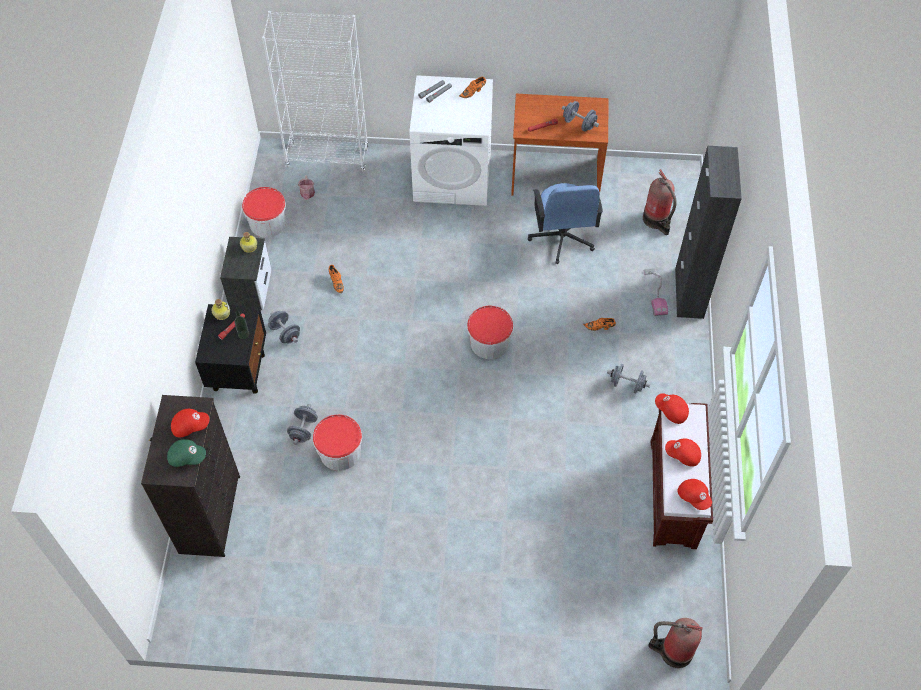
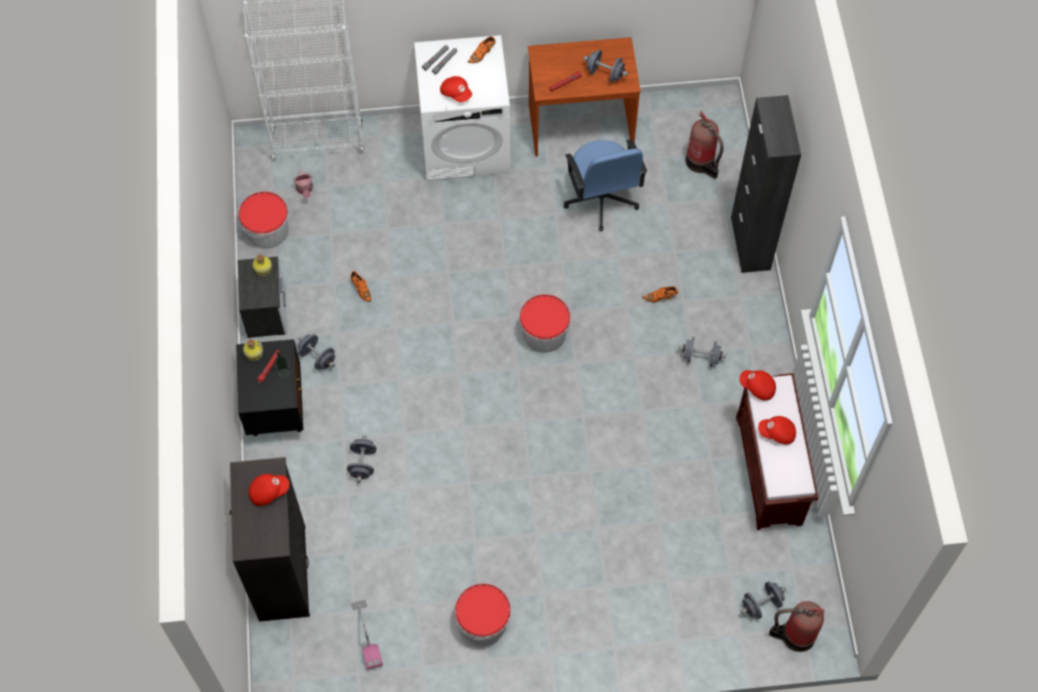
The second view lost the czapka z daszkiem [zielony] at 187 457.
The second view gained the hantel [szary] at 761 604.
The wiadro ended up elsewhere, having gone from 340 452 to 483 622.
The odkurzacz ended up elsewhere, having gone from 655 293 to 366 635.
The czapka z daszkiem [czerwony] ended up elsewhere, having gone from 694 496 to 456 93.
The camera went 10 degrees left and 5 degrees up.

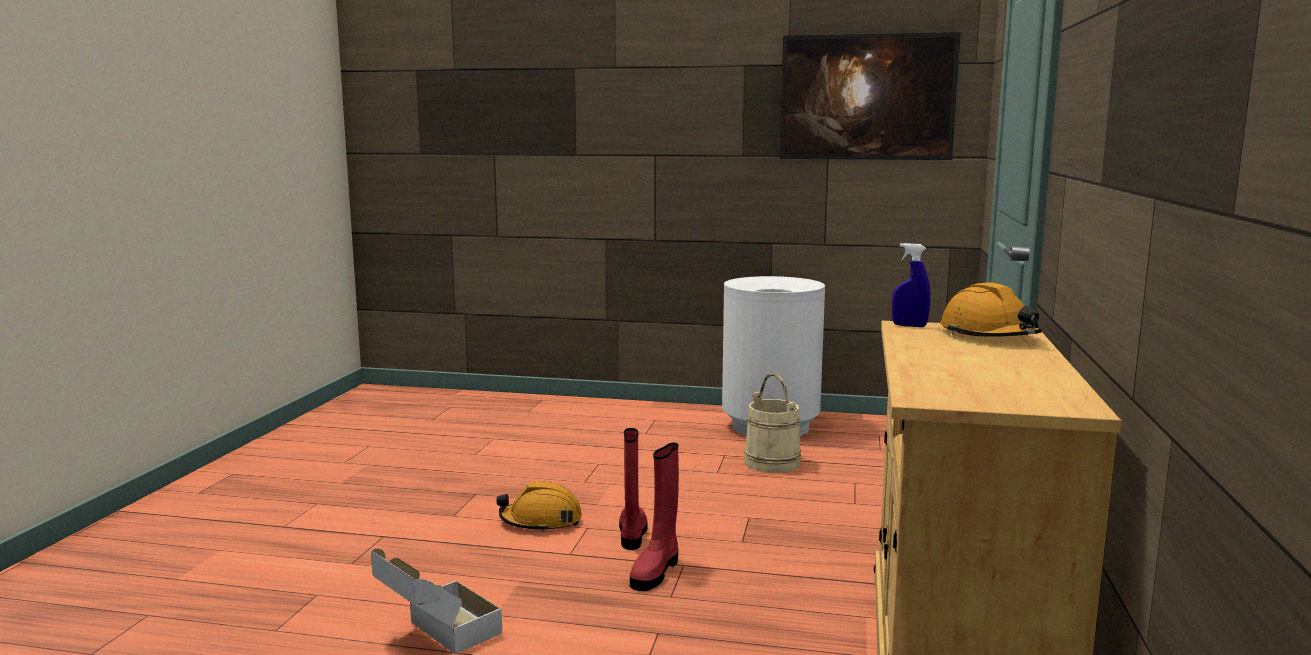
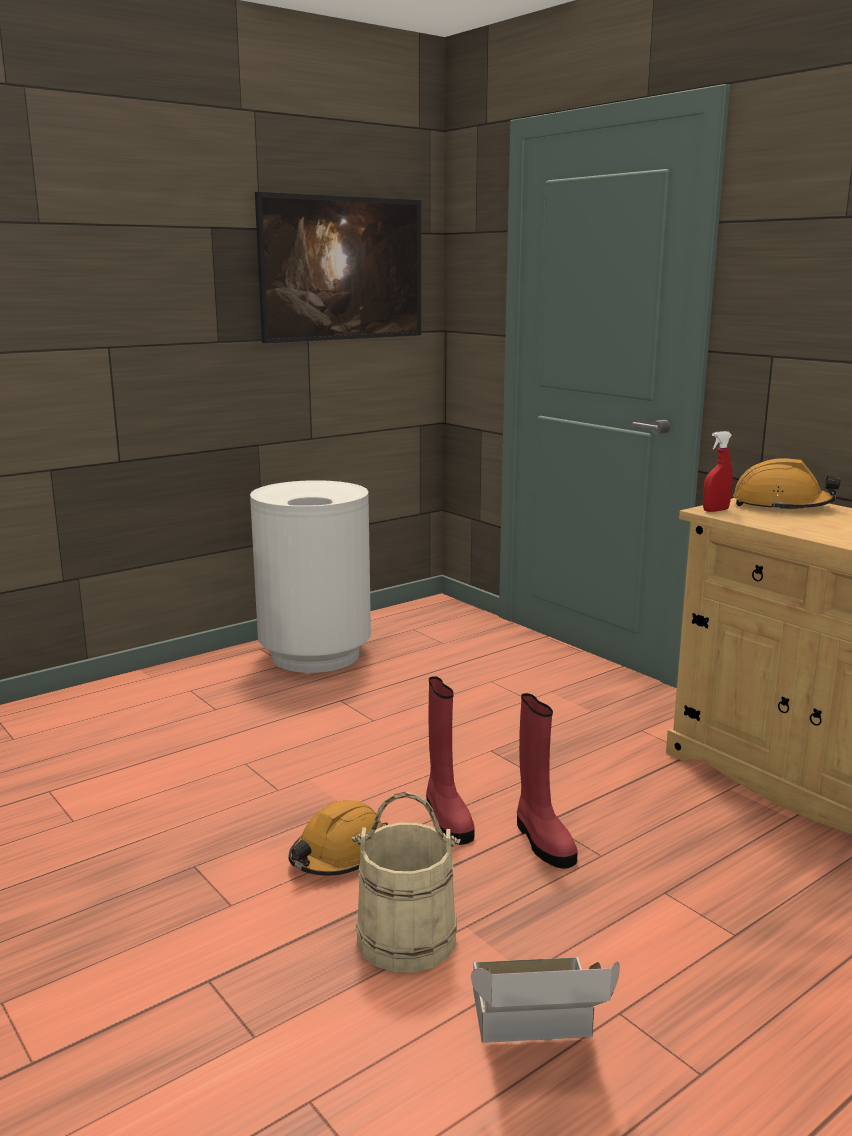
The wiadro [beżowy] ended up elsewhere, having gone from 772 462 to 406 937.
What was the spryskiwacz [niebieski] at 909 325 turned into the spryskiwacz [czerwony] at 715 510.
The but z cholewką [czerwony] at 632 534 ended up facing another way, 150 degrees counterclockwise from before.
The camera went 50 degrees left and 5 degrees up.

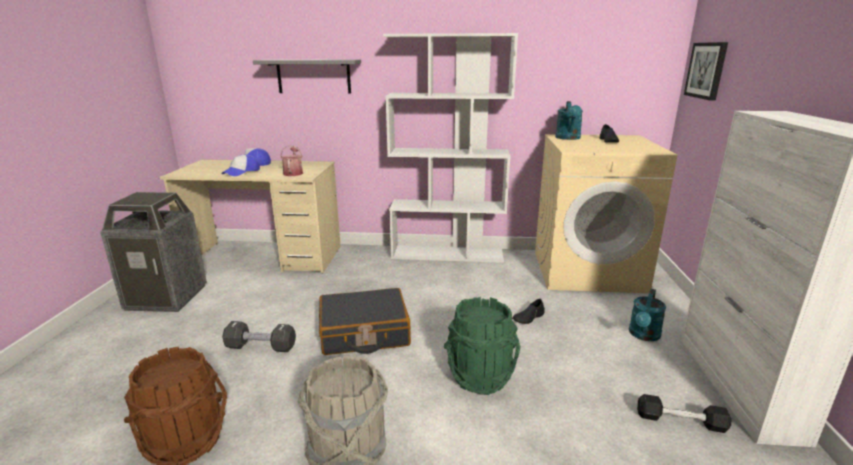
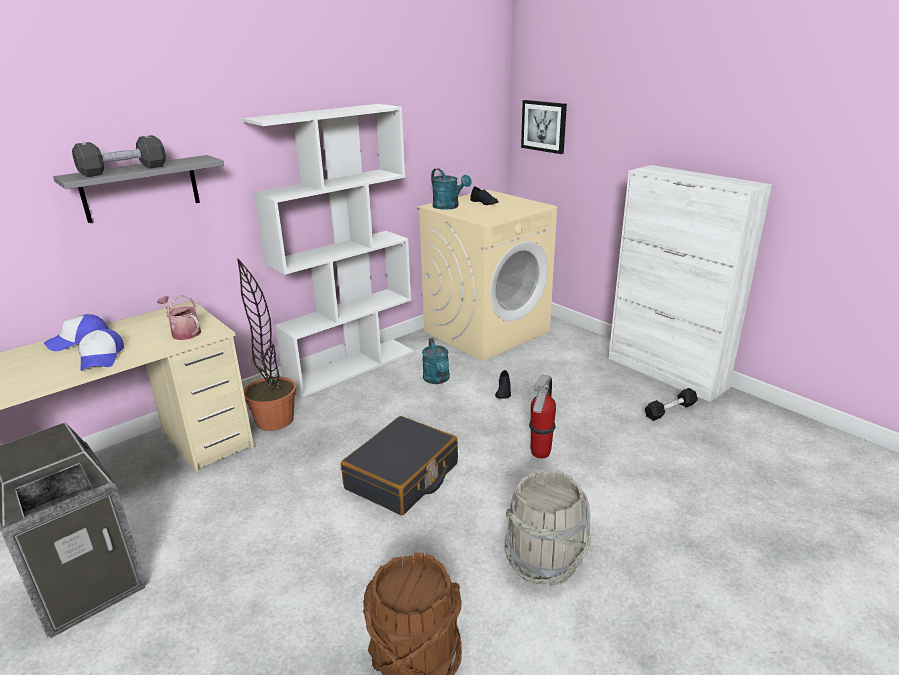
The second view gained the roślina doniczkowa at 274 420.
The hantel [czarny] ended up elsewhere, having gone from 261 347 to 124 170.
The konewka [turkusowy] ended up elsewhere, having gone from 643 335 to 437 380.
Where the wiadro [zielony] stood at 480 376, the gaśnica came to stand at 540 453.
The camera went 45 degrees left and 5 degrees up.

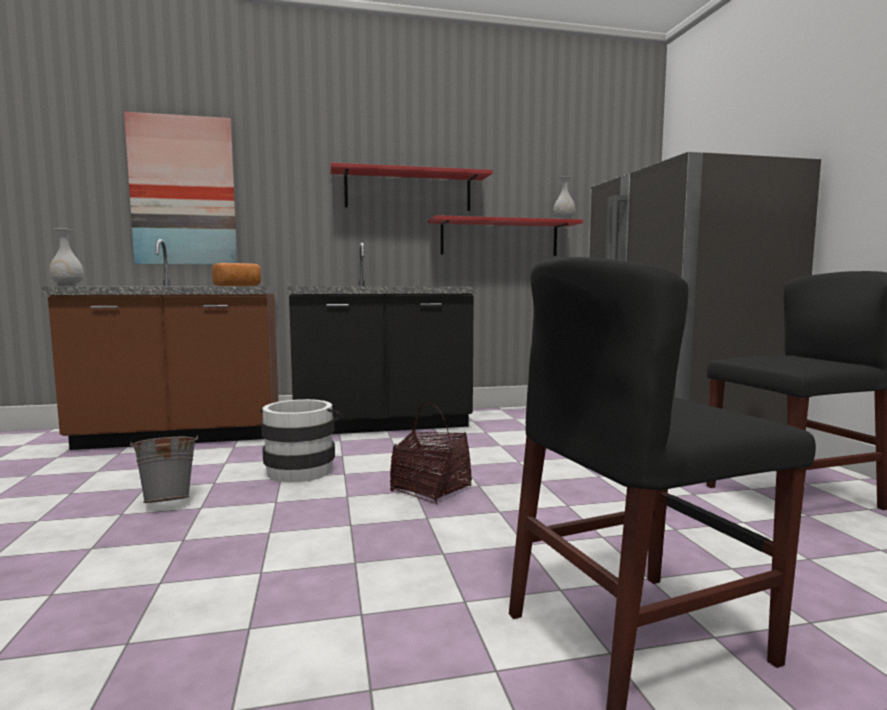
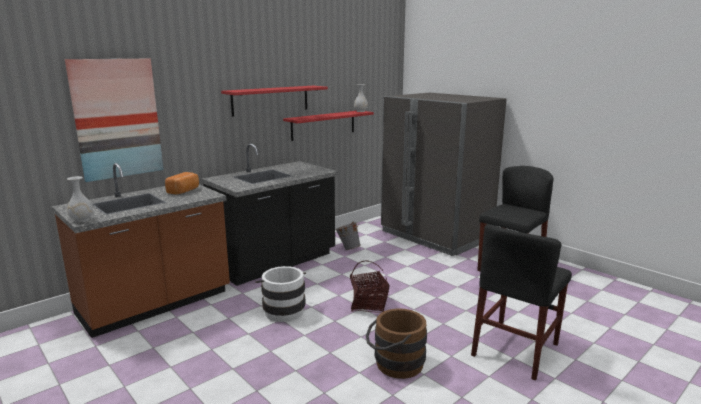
The second view gained the wiadro [brązowy] at 394 364.
The wiadro [szary] ended up elsewhere, having gone from 169 501 to 348 248.
The camera went 30 degrees left and 10 degrees up.

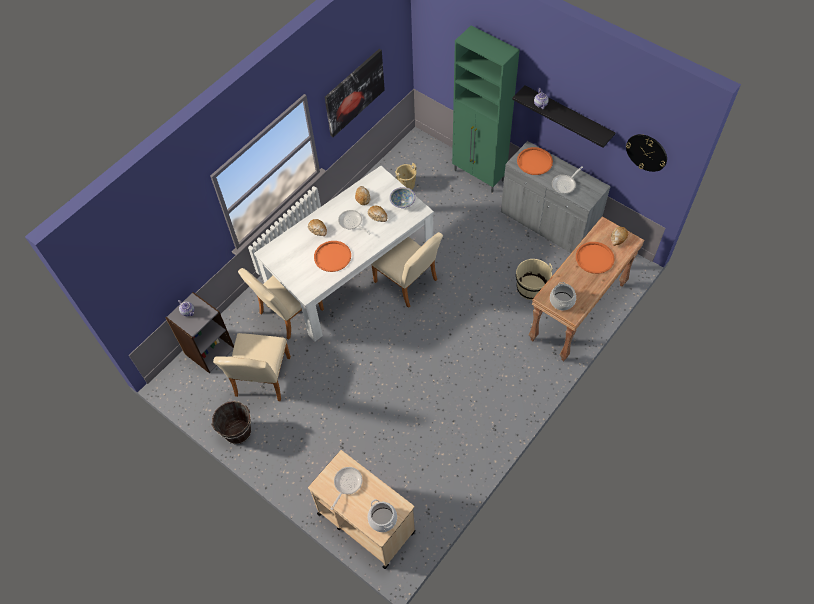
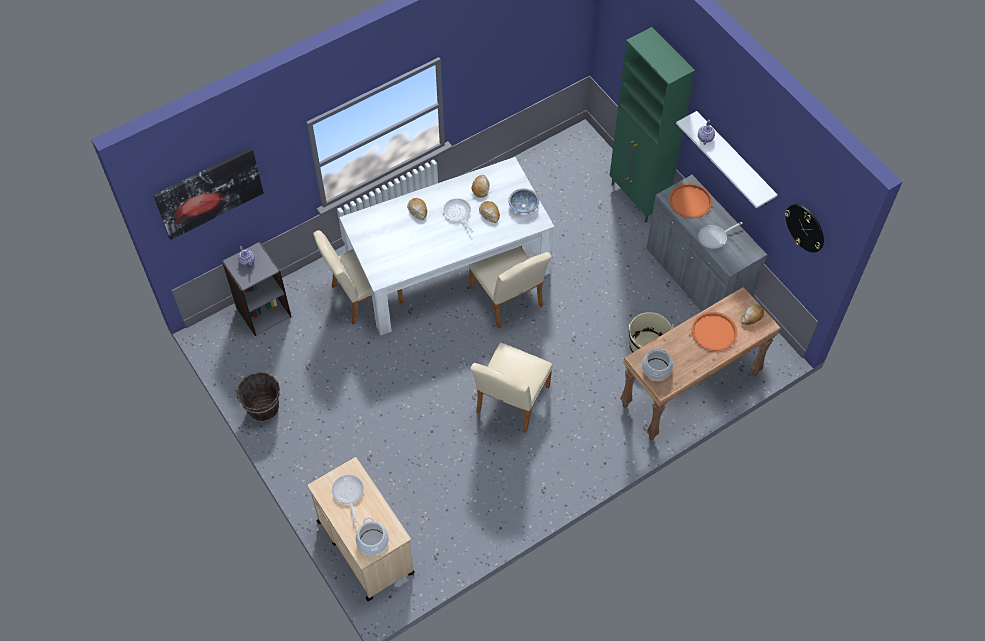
The second view lost the taca [pomarańczowy] at 332 256.
The second view lost the wiadro [beżowy] at 406 184.
The krzesło [beżowy] ended up elsewhere, having gone from 261 380 to 510 403.
The obraz ended up elsewhere, having gone from 354 92 to 209 192.
What was the półka [czarny] at 567 116 turned into the półka [biały] at 734 160.
The patelnia at 346 484 ended up facing another way, 60 degrees counterclockwise from before.
The camera went 15 degrees right and 0 degrees up.

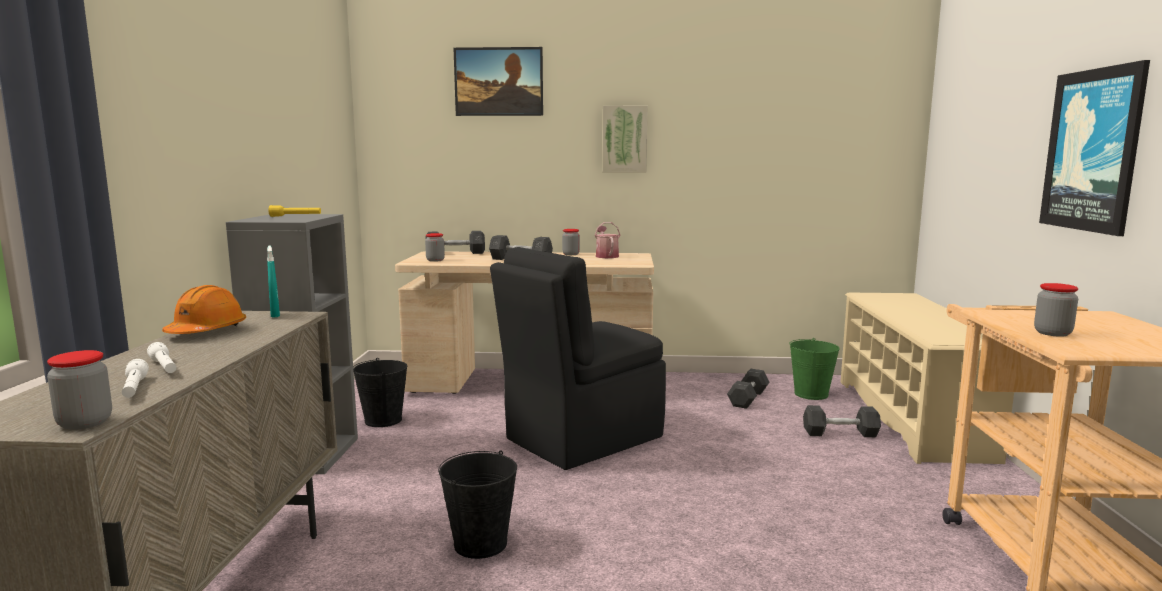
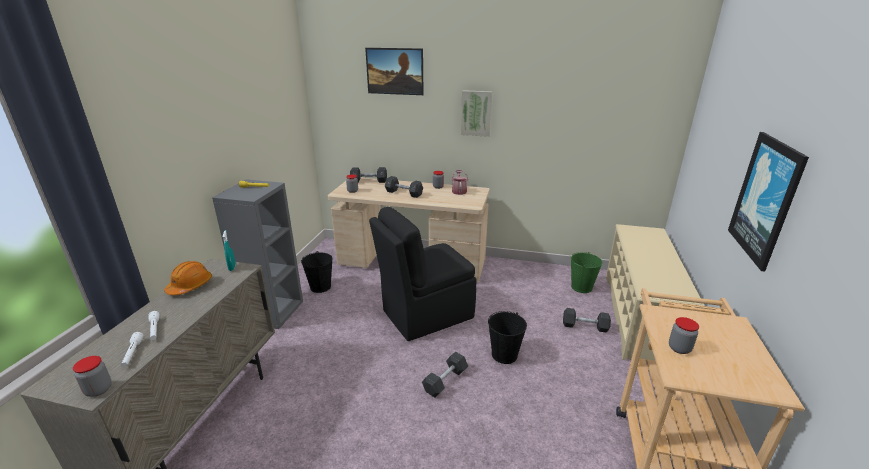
The wiadro [czarny] ended up elsewhere, having gone from 481 544 to 504 355.
The hantel [szary] ended up elsewhere, having gone from 748 398 to 445 381.
The camera went 10 degrees right and 15 degrees up.

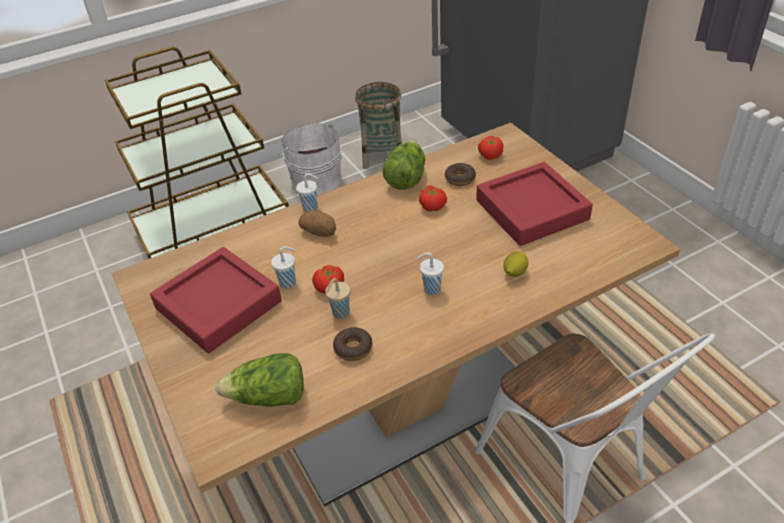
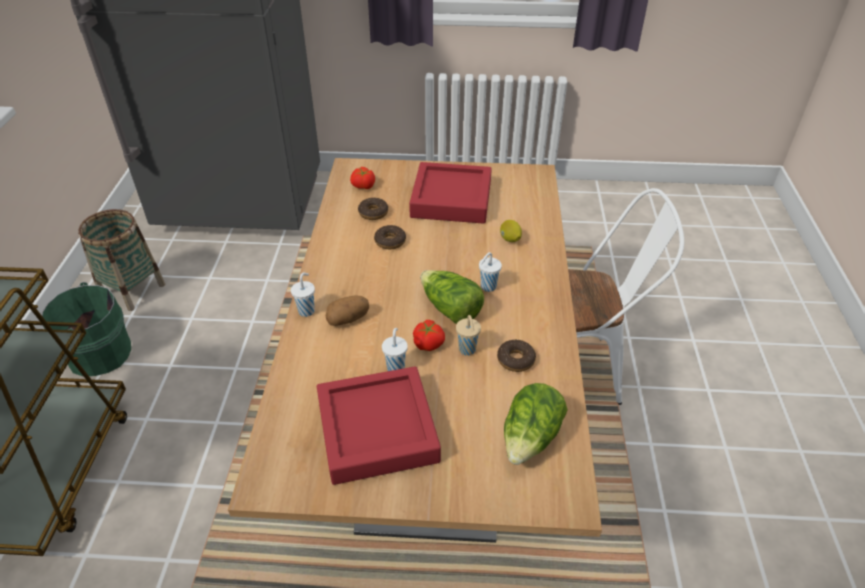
The sałata ended up elsewhere, having gone from 405 177 to 450 309.
Where the pomidor stood at 433 206, the donut came to stand at 390 241.
What was the wiadro [biały] at 315 181 turned into the wiadro [zielony] at 97 354.
The camera went 60 degrees left and 0 degrees up.

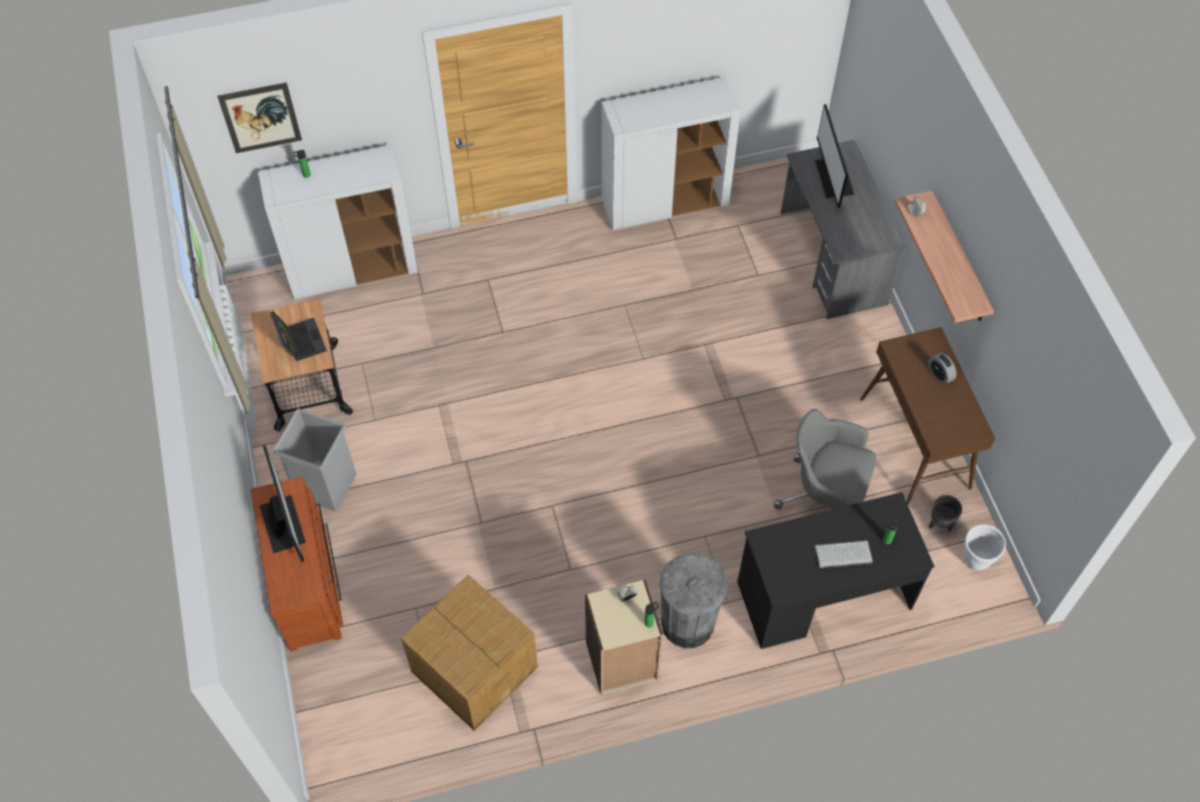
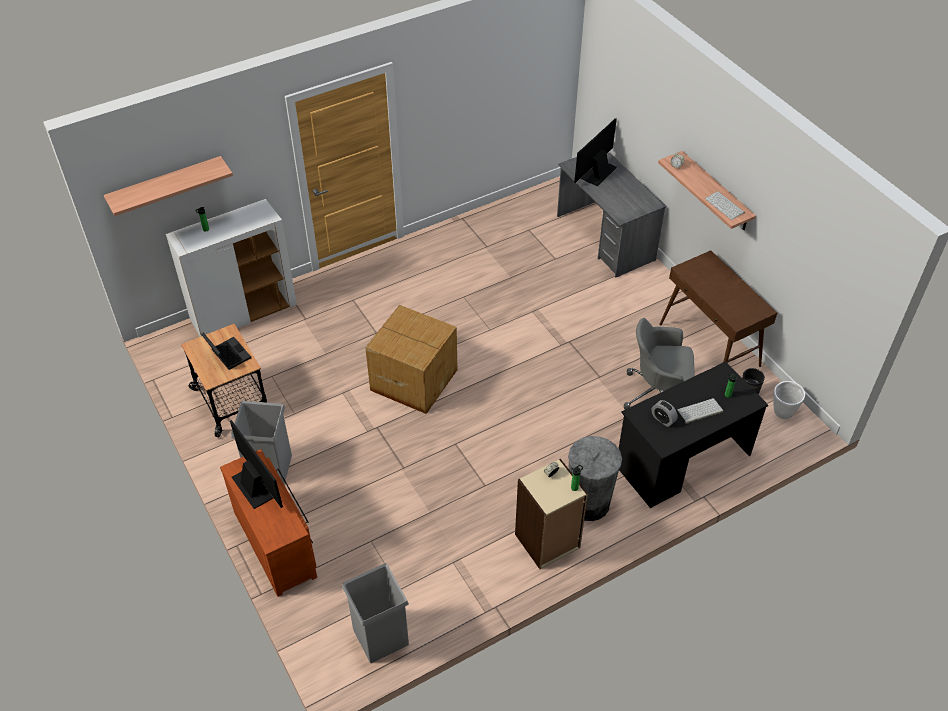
The second view lost the szafka [biały] at 665 203.
The second view gained the kosz na śmieci [szary] at 380 636.
The second view gained the klawiatura at 725 206.
The karton ended up elsewhere, having gone from 474 667 to 413 379.
The budzik ended up elsewhere, having gone from 939 375 to 663 419.
Where the obraz hung at 260 118, the półka came to hang at 166 185.
The monitor at 833 177 ended up facing another way, 60 degrees clockwise from before.
The camera went 15 degrees left and 10 degrees down.

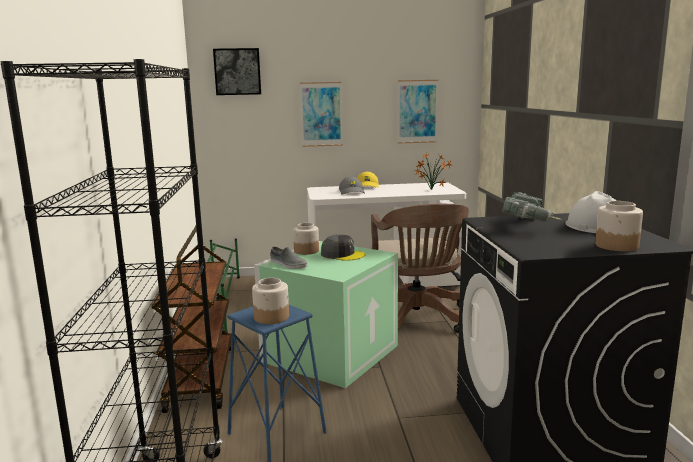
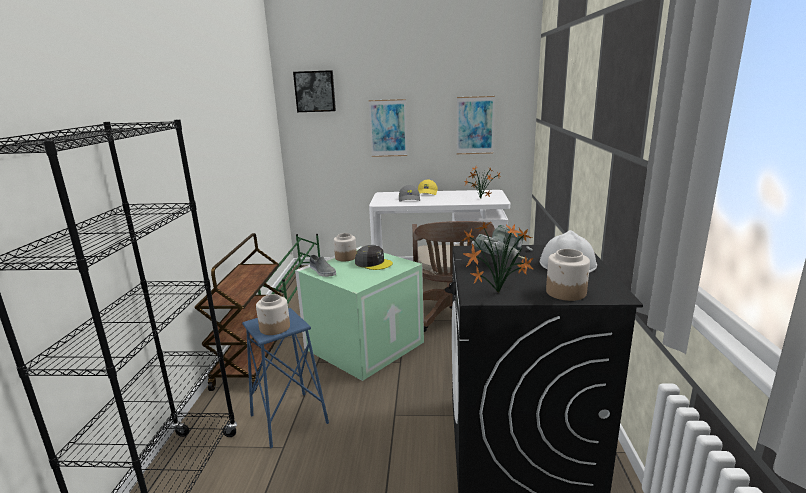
The second view gained the roślina doniczkowa at 496 293.
The camera went 10 degrees right and 5 degrees up.

